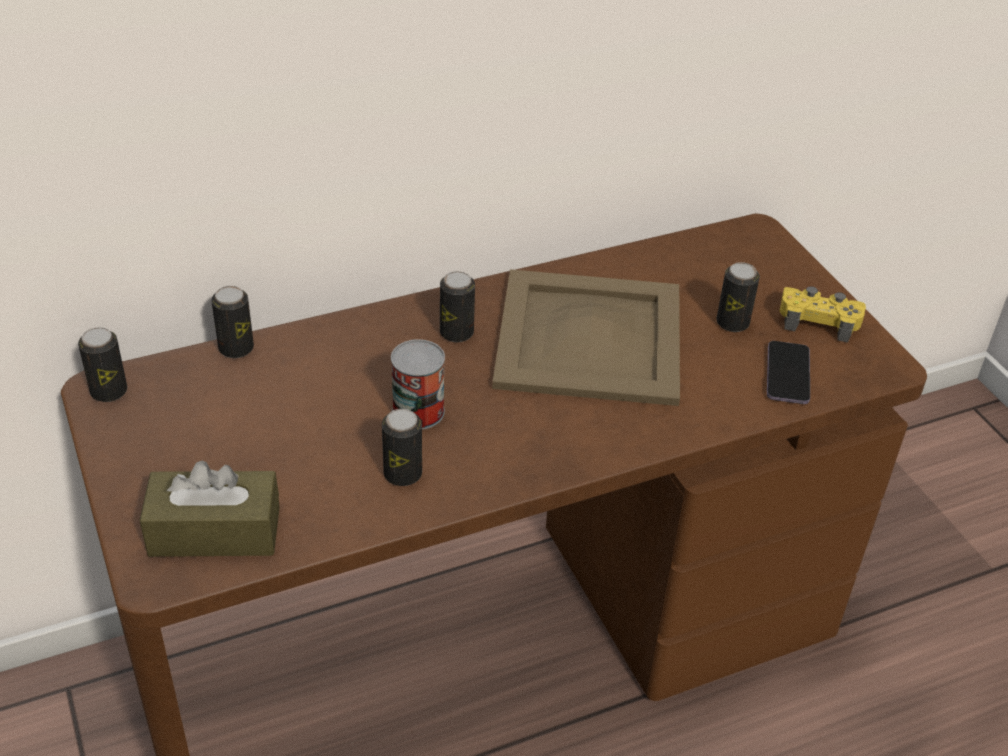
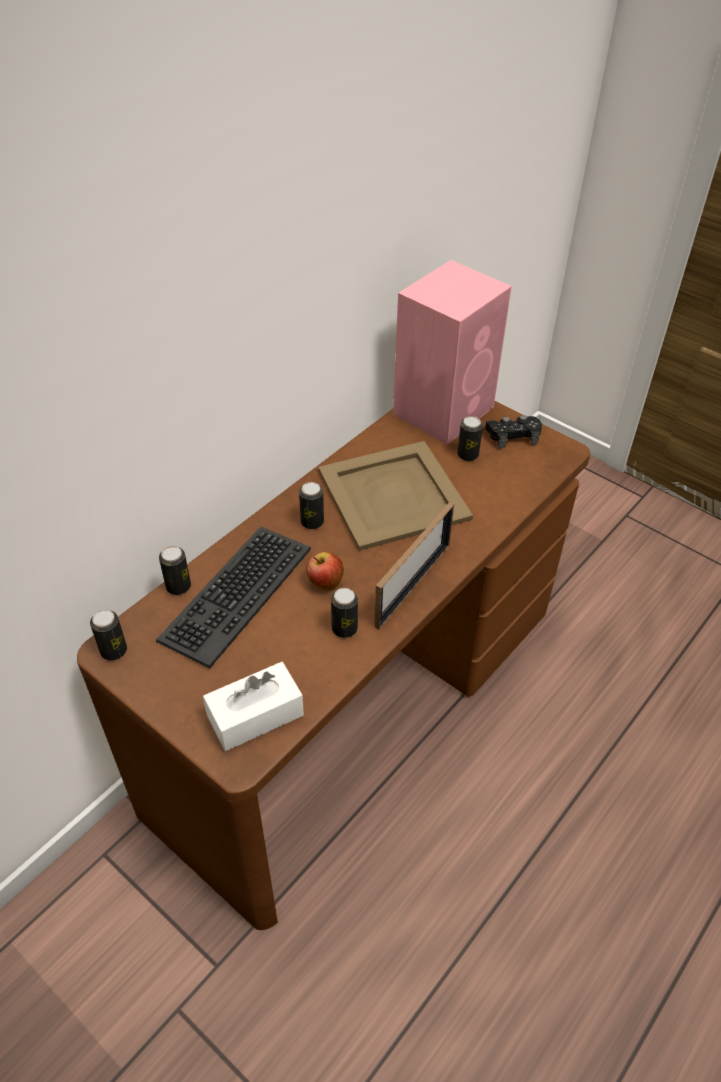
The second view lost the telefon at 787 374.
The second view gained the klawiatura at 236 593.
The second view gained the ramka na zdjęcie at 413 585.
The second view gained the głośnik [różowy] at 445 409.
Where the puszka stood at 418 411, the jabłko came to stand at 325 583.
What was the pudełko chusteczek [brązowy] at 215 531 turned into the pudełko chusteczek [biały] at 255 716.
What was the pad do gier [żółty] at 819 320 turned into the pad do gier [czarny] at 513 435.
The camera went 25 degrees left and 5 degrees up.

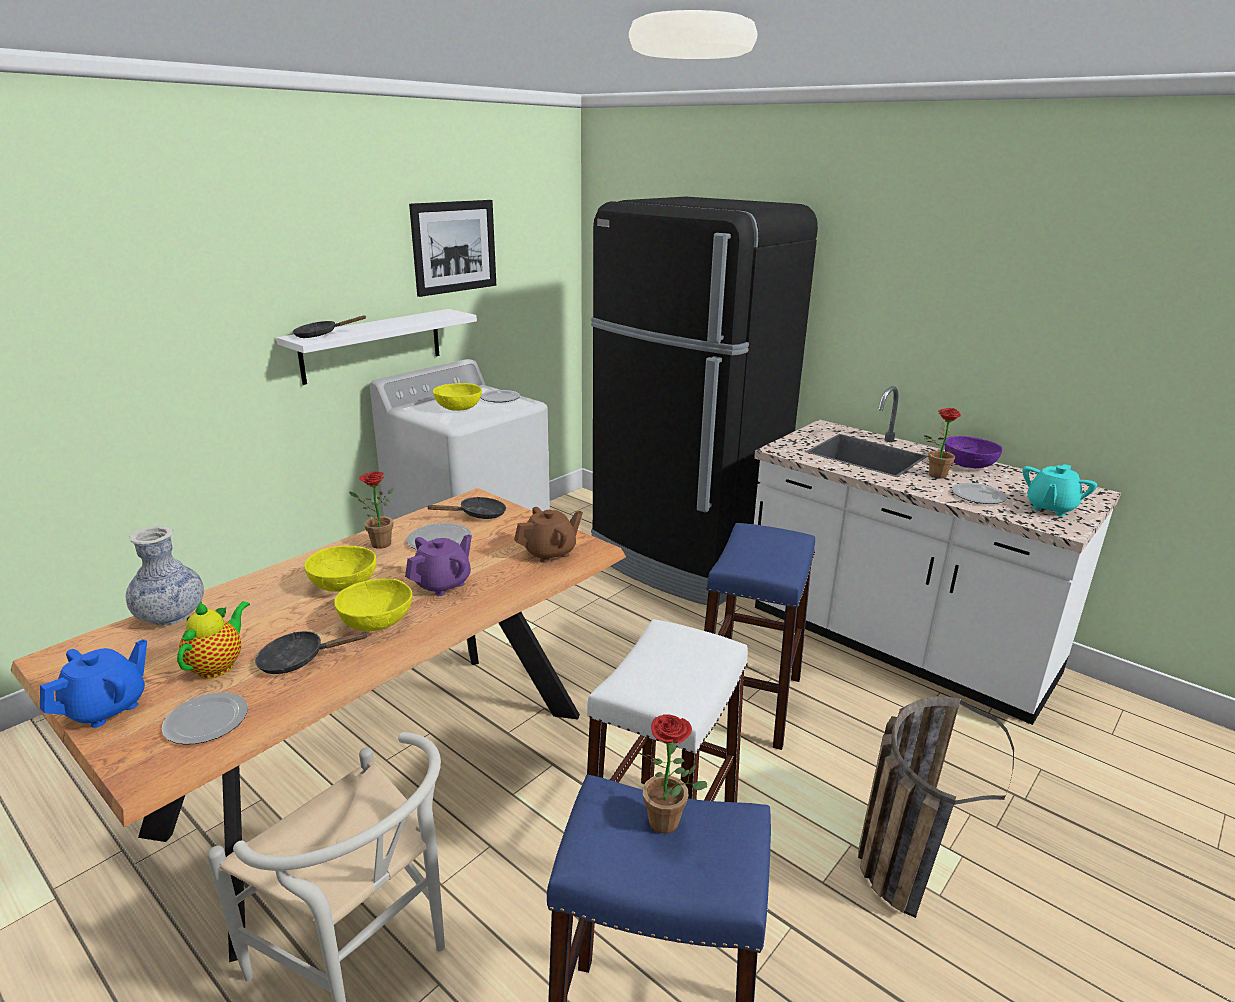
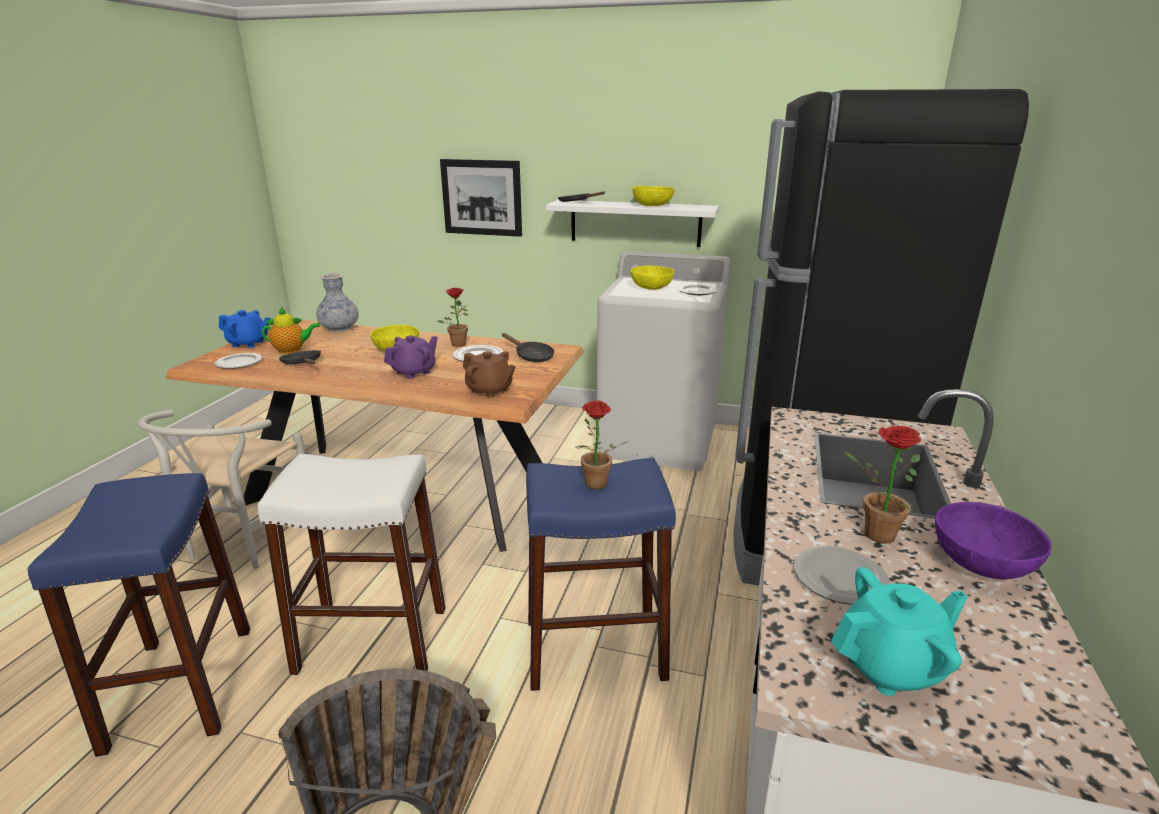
The miska [żółty] ended up elsewhere, having gone from 377 622 to 652 205.
The obraz ended up elsewhere, having gone from 454 247 to 481 197.
The roślina doniczkowa ended up elsewhere, having gone from 670 824 to 596 486.
The imbryk [fioletowy] at 442 584 ended up facing another way, 60 degrees counterclockwise from before.
The imbryk [turkusowy] at 1050 508 ended up facing another way, 150 degrees clockwise from before.
The camera went 65 degrees right and 0 degrees up.

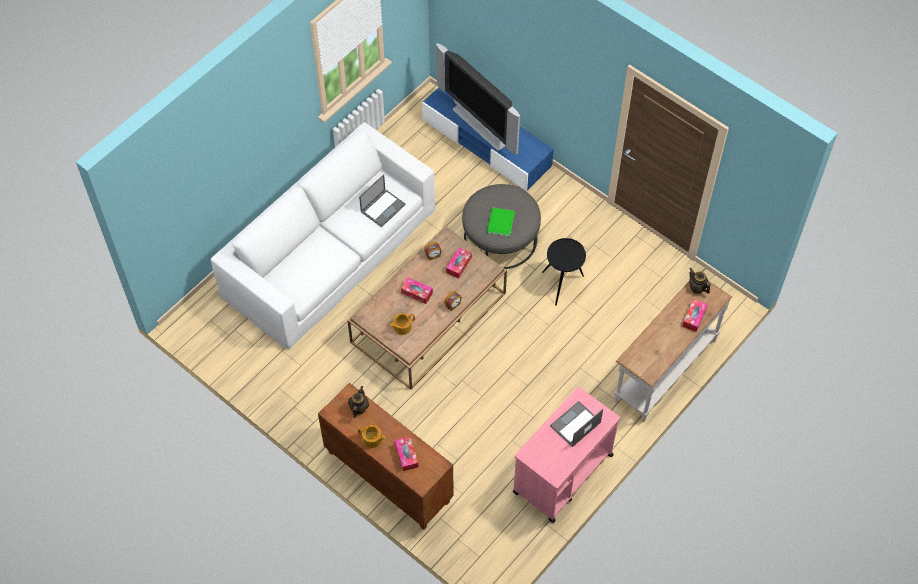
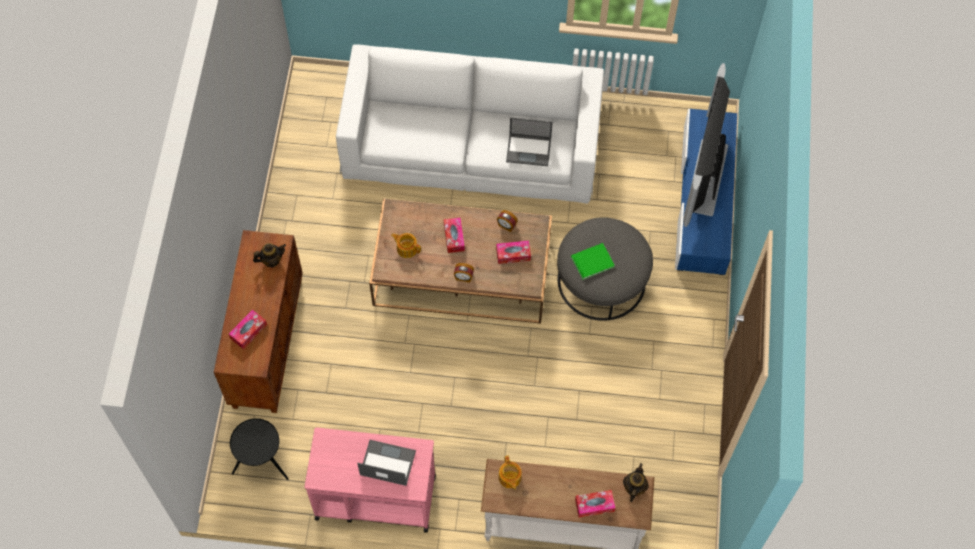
The imbryk ended up elsewhere, having gone from 372 440 to 509 478.
The stolik [czarny] ended up elsewhere, having gone from 562 284 to 263 465.
The camera went 55 degrees right and 5 degrees up.

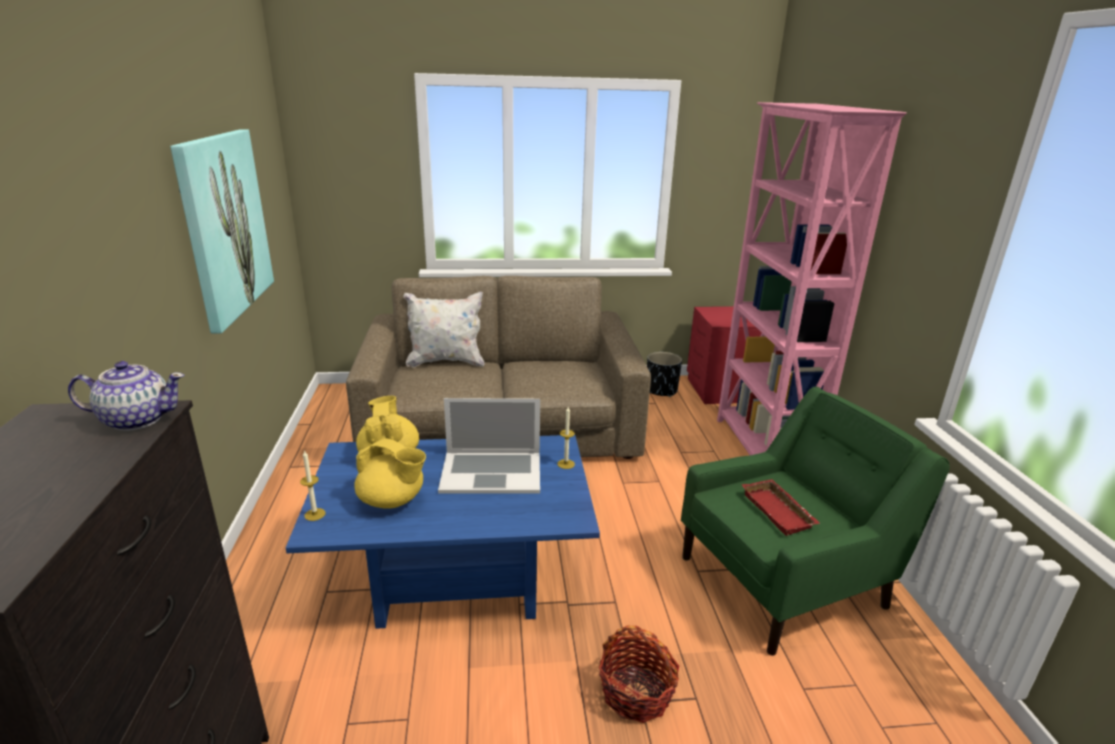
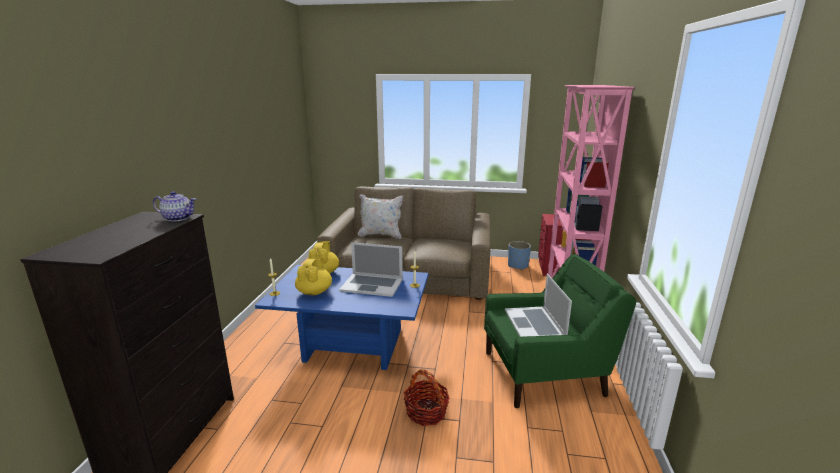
The second view lost the obraz at 224 225.
Where the taca [czerwony] stood at 780 511, the laptop came to stand at 534 324.
What was the donica [czarny] at 661 390 turned into the donica [niebieski] at 518 266.
The imbryk [żółty] at 392 500 ended up facing another way, 120 degrees counterclockwise from before.
The camera went 15 degrees right and 5 degrees down.

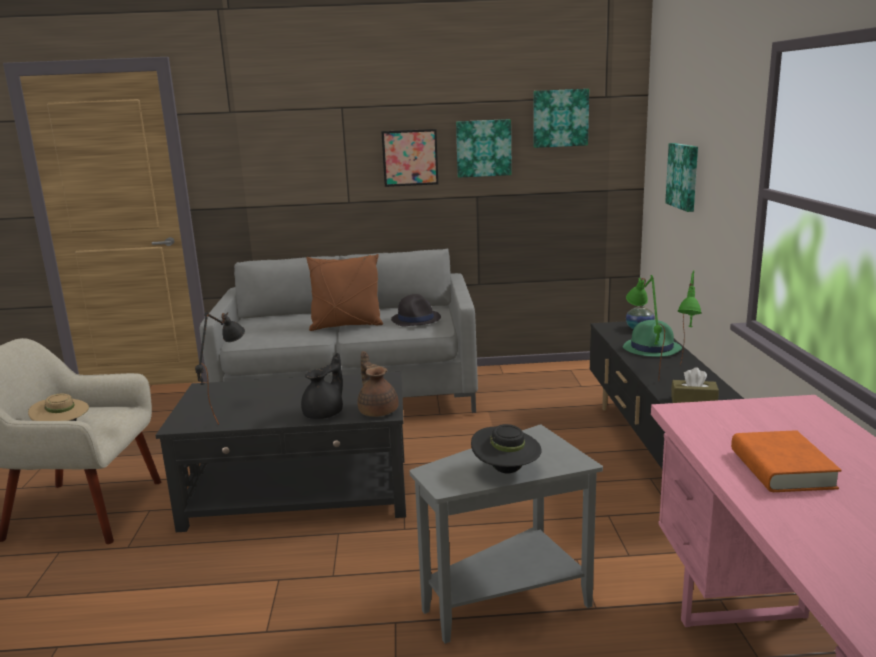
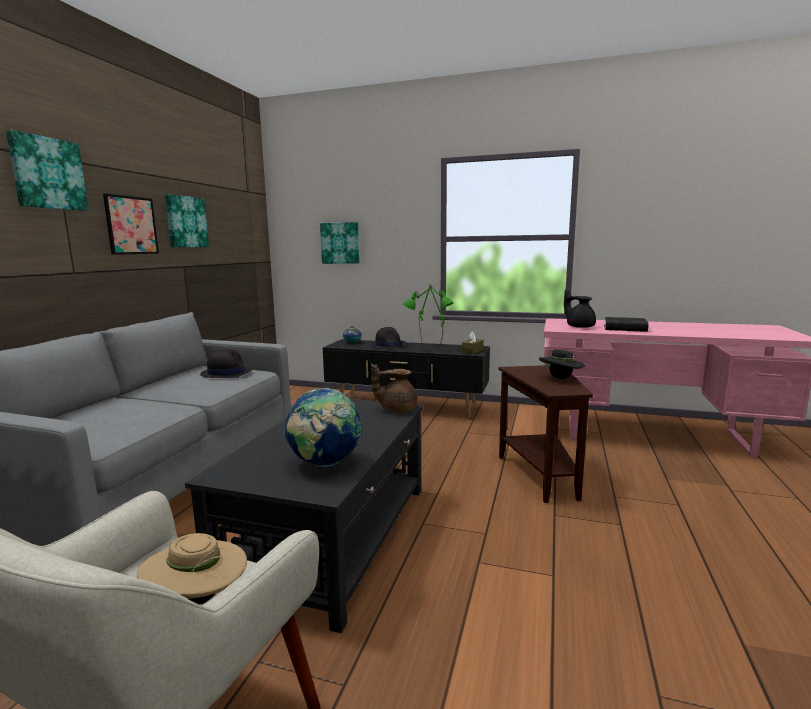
The second view lost the poduszka [brązowy] at 346 326.
The imbryk [czarny] ended up elsewhere, having gone from 325 413 to 579 326.
The obraz ended up elsewhere, having gone from 560 118 to 47 173.
Where the lampa stołowa [czarny] stood at 227 413, the globus came to stand at 324 464.
What was the stolik [szary] at 509 600 turned into the stolik [brązowy] at 541 474.
What was the kapelusz [zielony] at 652 348 turned into the kapelusz [czarny] at 388 345.
What was the książka [pomarańczowy] at 781 469 turned into the książka [czarny] at 625 328.
The camera went 70 degrees left and 5 degrees down.

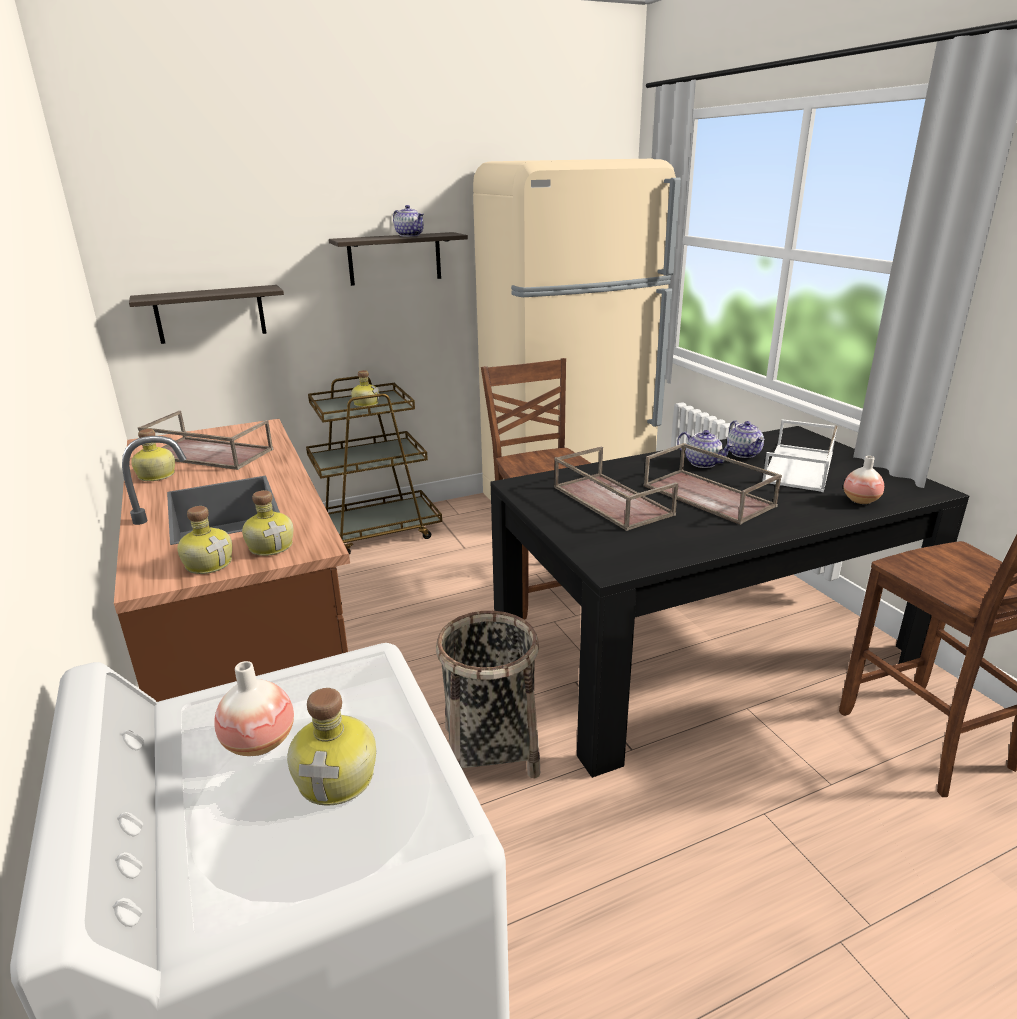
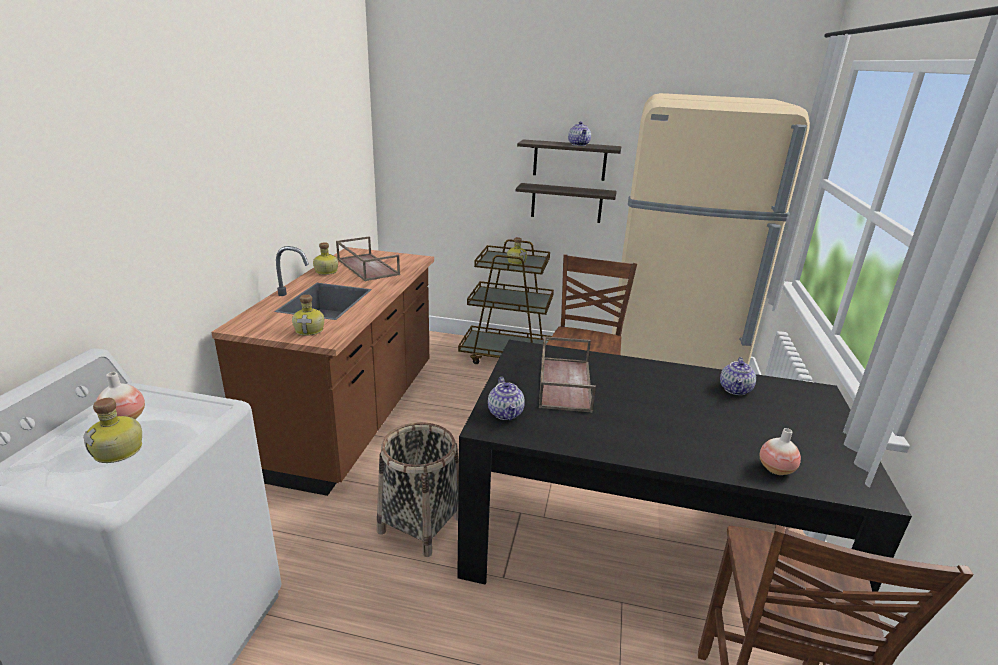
The second view lost the butelka at 209 563.
The second view lost the taca [brązowy] at 710 496.
The second view lost the taca [biały] at 800 468.
The półka ended up elsewhere, having gone from 210 314 to 566 203.
The imbryk ended up elsewhere, having gone from 703 463 to 506 413.
The camera went 35 degrees right and 0 degrees up.

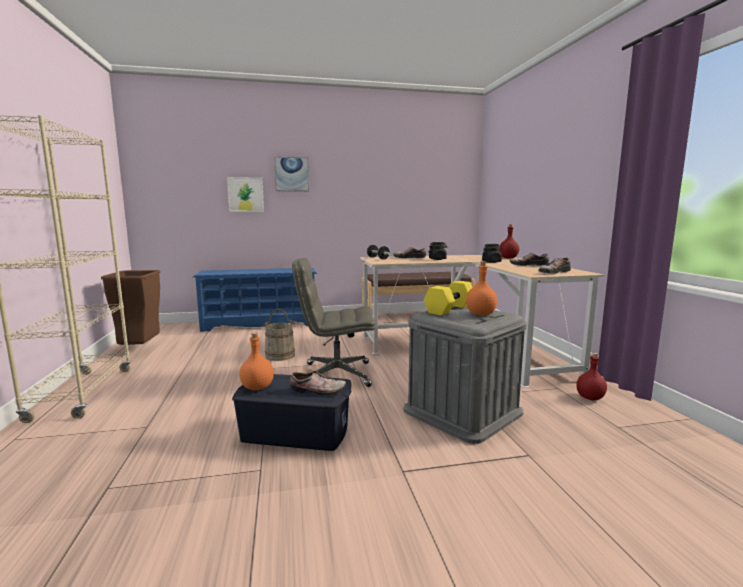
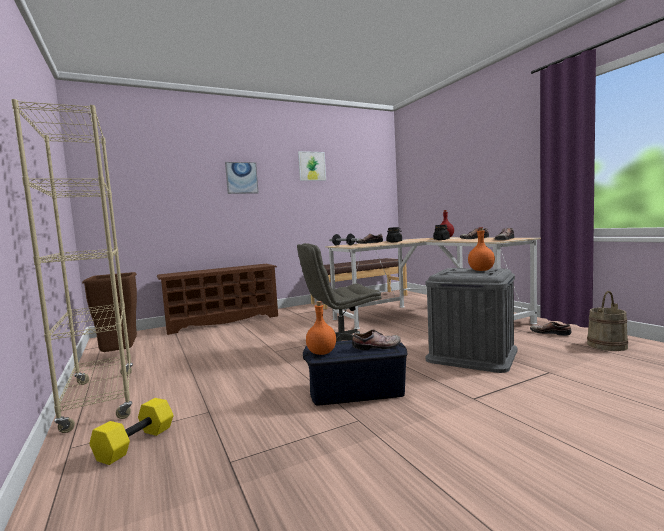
The obraz ended up elsewhere, having gone from 245 194 to 312 166.
The wiadro [beżowy] ended up elsewhere, having gone from 280 355 to 606 345.
The hantel [żółty] ended up elsewhere, having gone from 449 309 to 135 442.
Where the butelka [czerwony] stood at 590 398, the but came to stand at 550 333.
What was the regał na buty [niebieski] at 260 324 turned into the regał na buty [brązowy] at 223 321.
The camera went 15 degrees left and 5 degrees down.

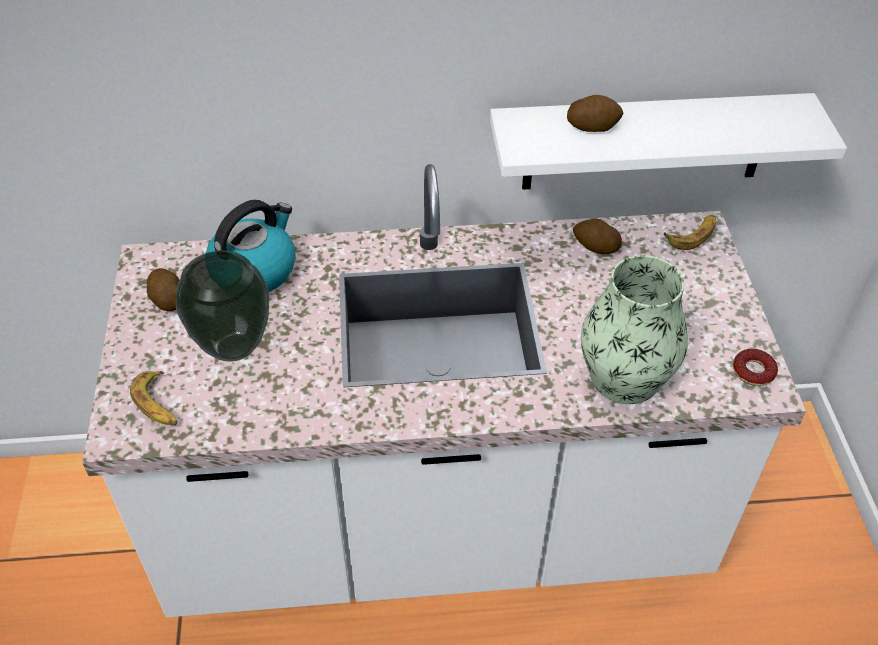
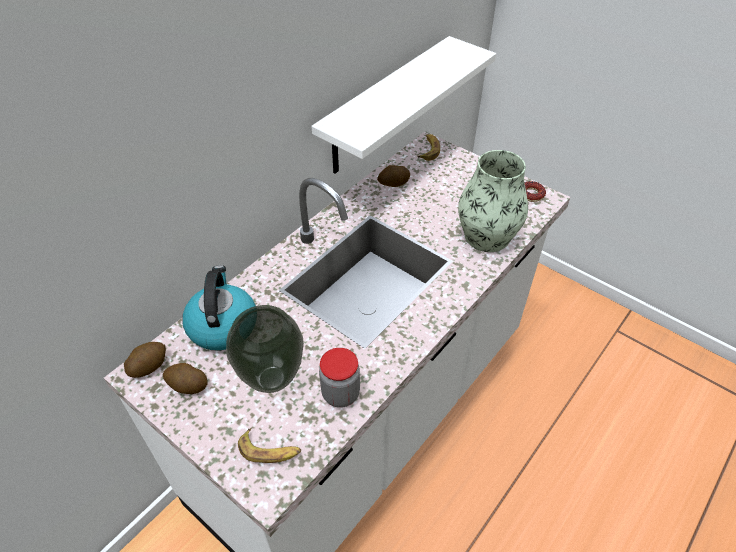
The second view gained the słoik at 340 394.
The ziemniak ended up elsewhere, having gone from 593 126 to 148 366.
The camera went 45 degrees left and 0 degrees up.

